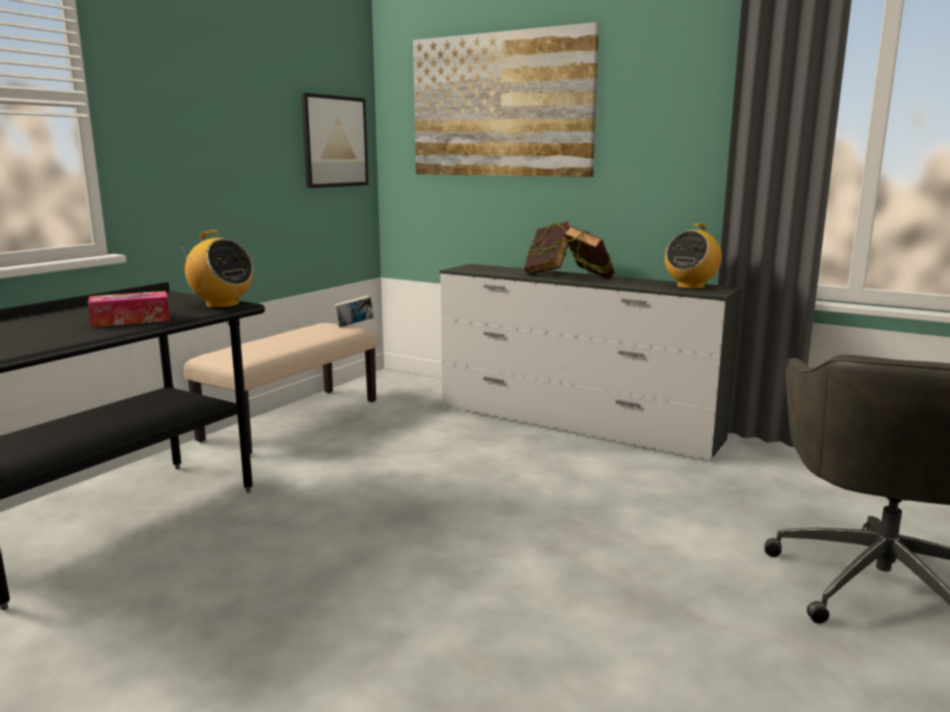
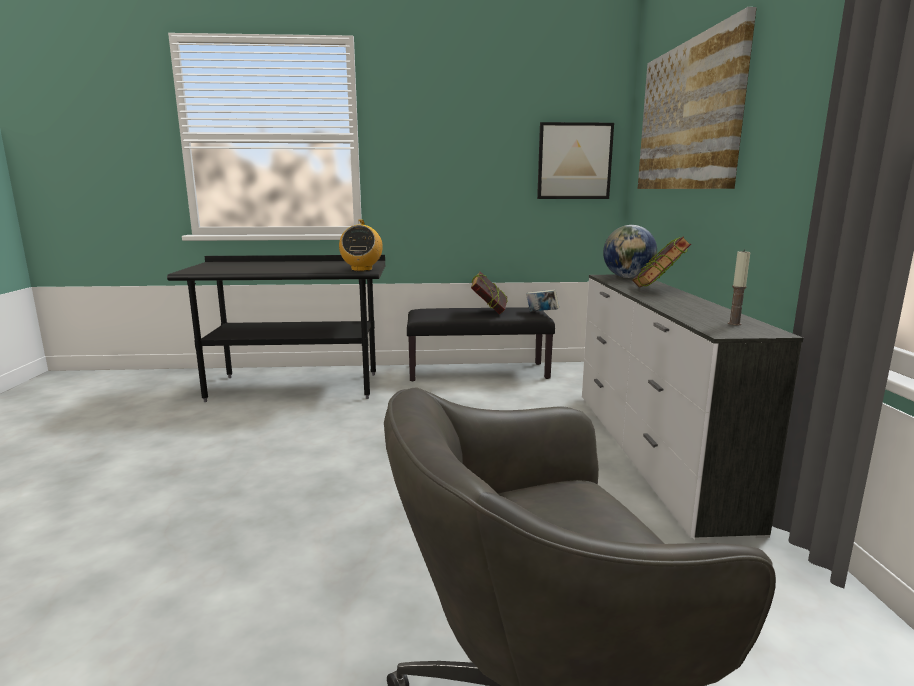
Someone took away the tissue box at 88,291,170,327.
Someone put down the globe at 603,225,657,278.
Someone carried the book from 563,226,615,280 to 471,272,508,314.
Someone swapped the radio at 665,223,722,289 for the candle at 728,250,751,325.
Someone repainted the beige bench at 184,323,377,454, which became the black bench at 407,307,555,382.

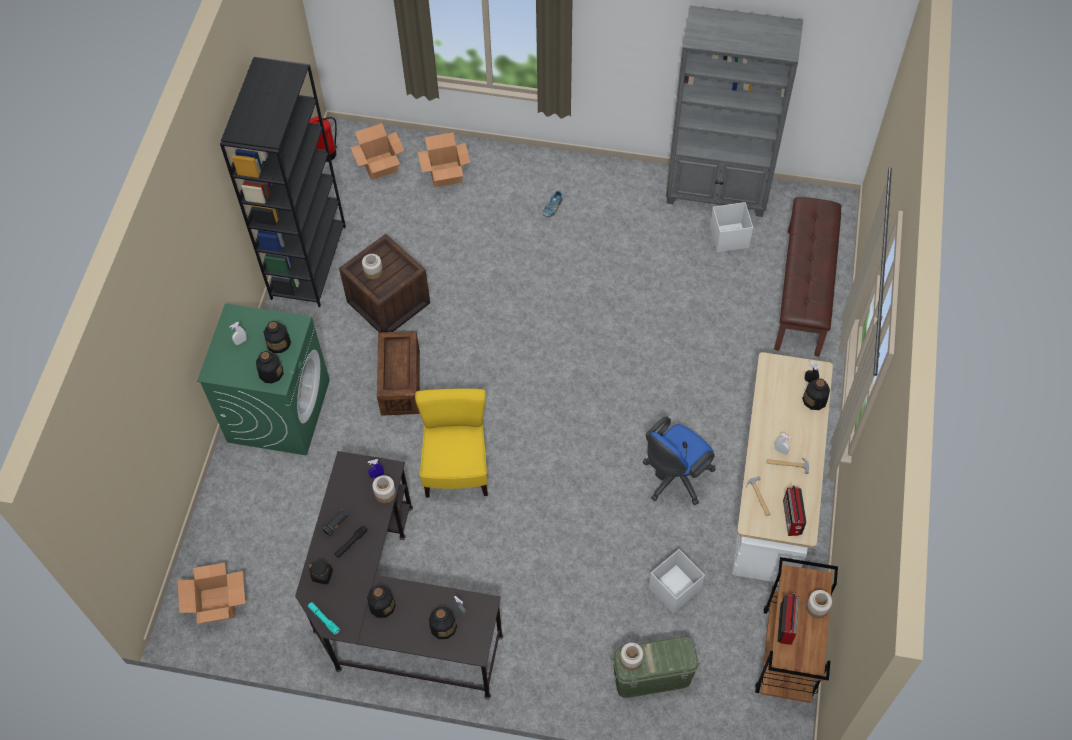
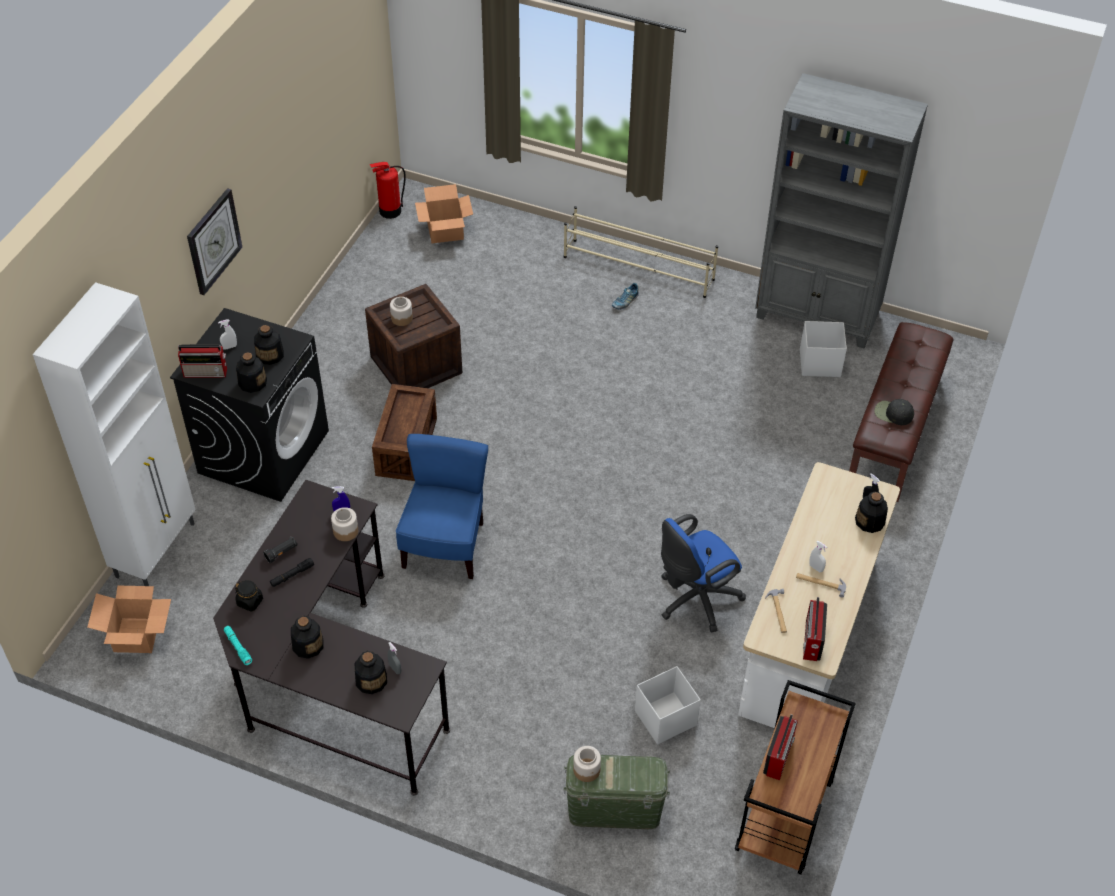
Someone took away the black bookcase at 220,57,346,307.
Someone took away the cardboard box at 418,132,470,187.
Someone took away the jar at 806,590,832,619.
Someone put down the white cabinet at 33,282,196,586.
Someone put down the radio at 178,344,227,378.
Someone put up the wall clock at 187,188,243,295.
Someone put down the beige shoe rack at 564,206,718,298.
Someone put down the black cap at 874,399,914,425.
Someone repainted the green washing machine at 197,303,330,455, which became the black washing machine at 170,308,329,502.
Someone repainted the yellow chair at 415,388,488,497, which became the blue chair at 396,434,488,579.

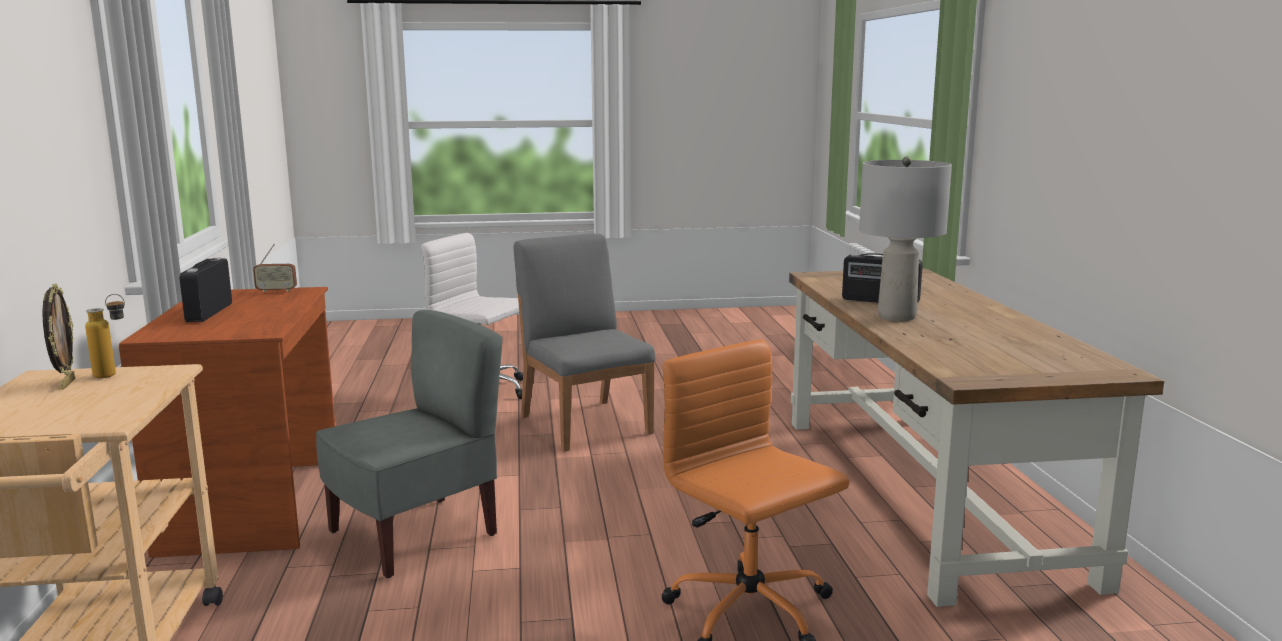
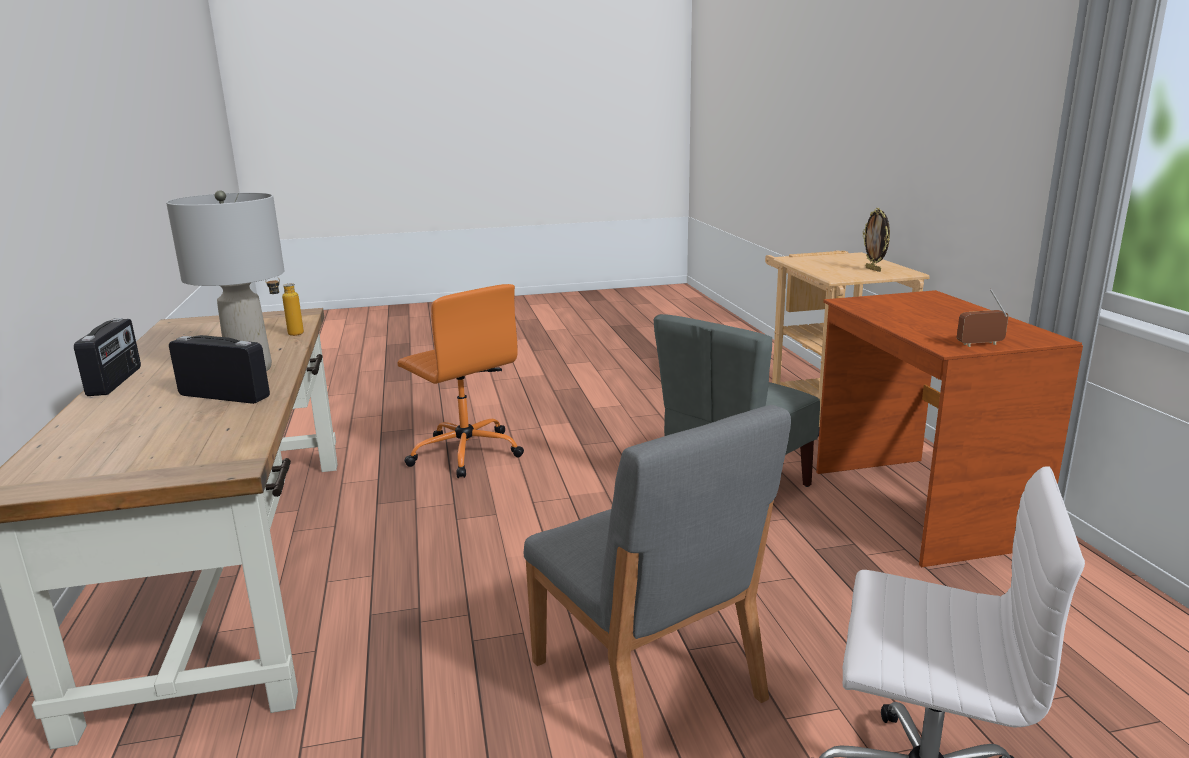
Someone carried the bottle from 85,294,125,378 to 265,276,304,336.
Someone carried the radio from 179,258,232,322 to 74,318,141,396.

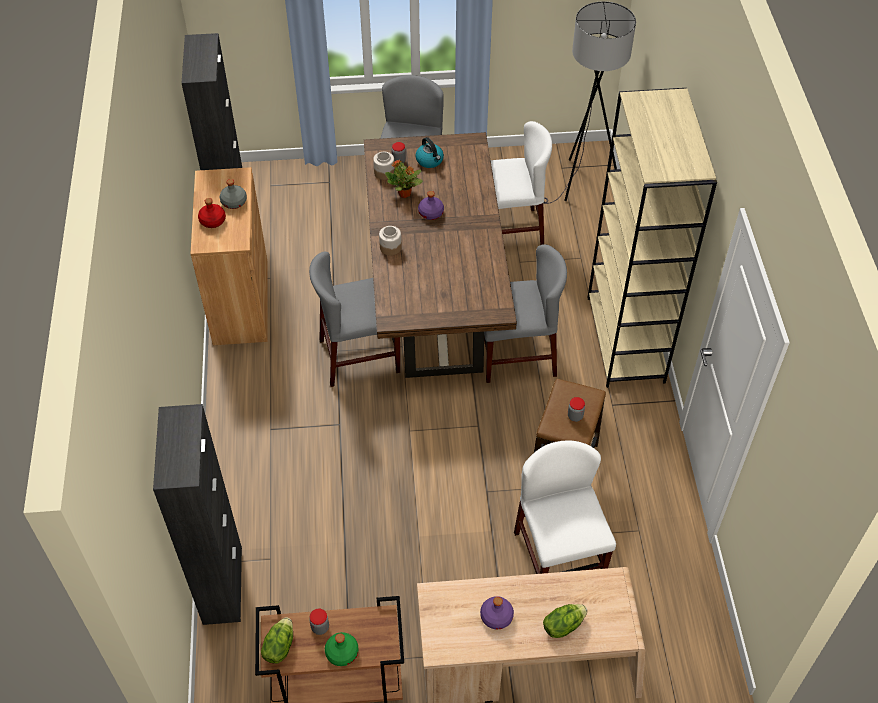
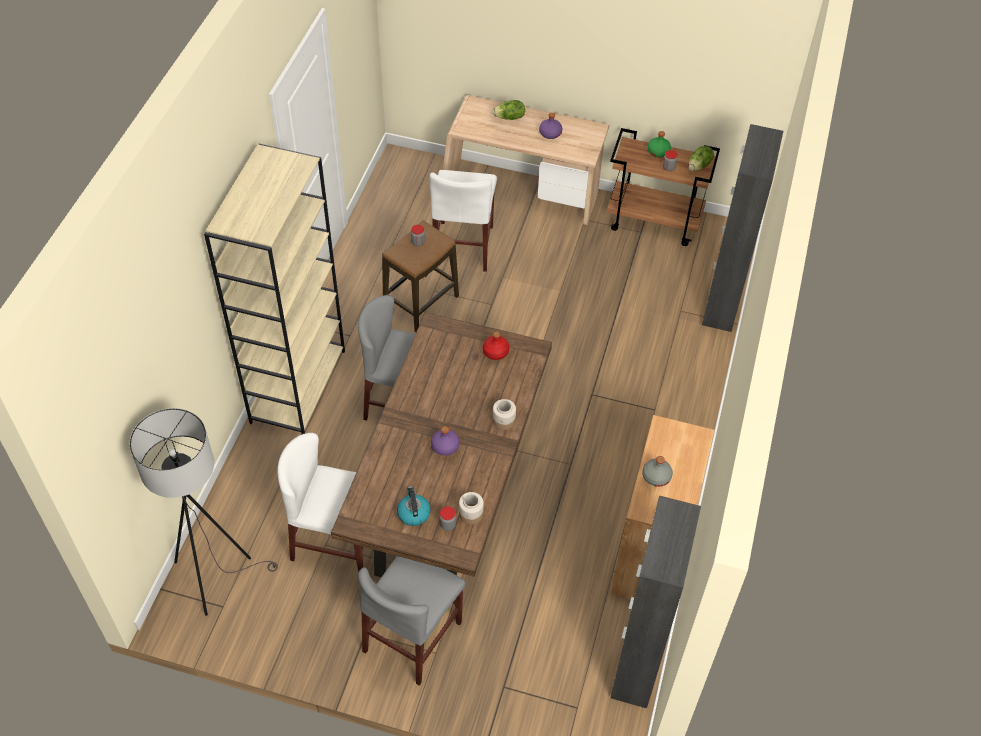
Someone took away the grey chair at 309,252,400,387.
Someone took away the potted plant at 385,160,423,198.
Someone carried the red bottle from 198,198,226,228 to 483,331,509,360.

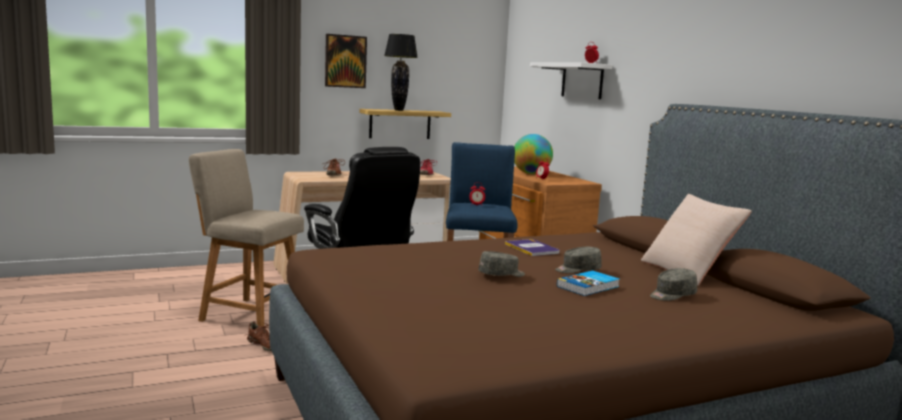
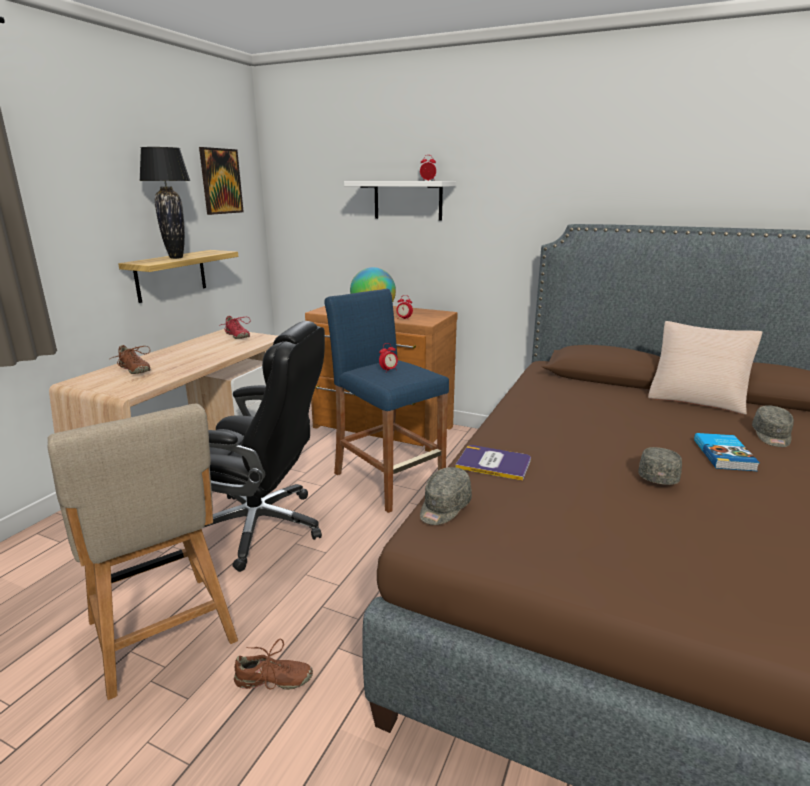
Someone carried the picture from 325,34,367,88 to 199,147,244,215.
Someone carried the book from 505,239,559,256 to 455,445,531,481.
Someone carried the grey cap from 555,247,602,273 to 420,467,472,525.
Someone rotated the beige chair at 189,149,304,326 by 105 degrees counterclockwise.

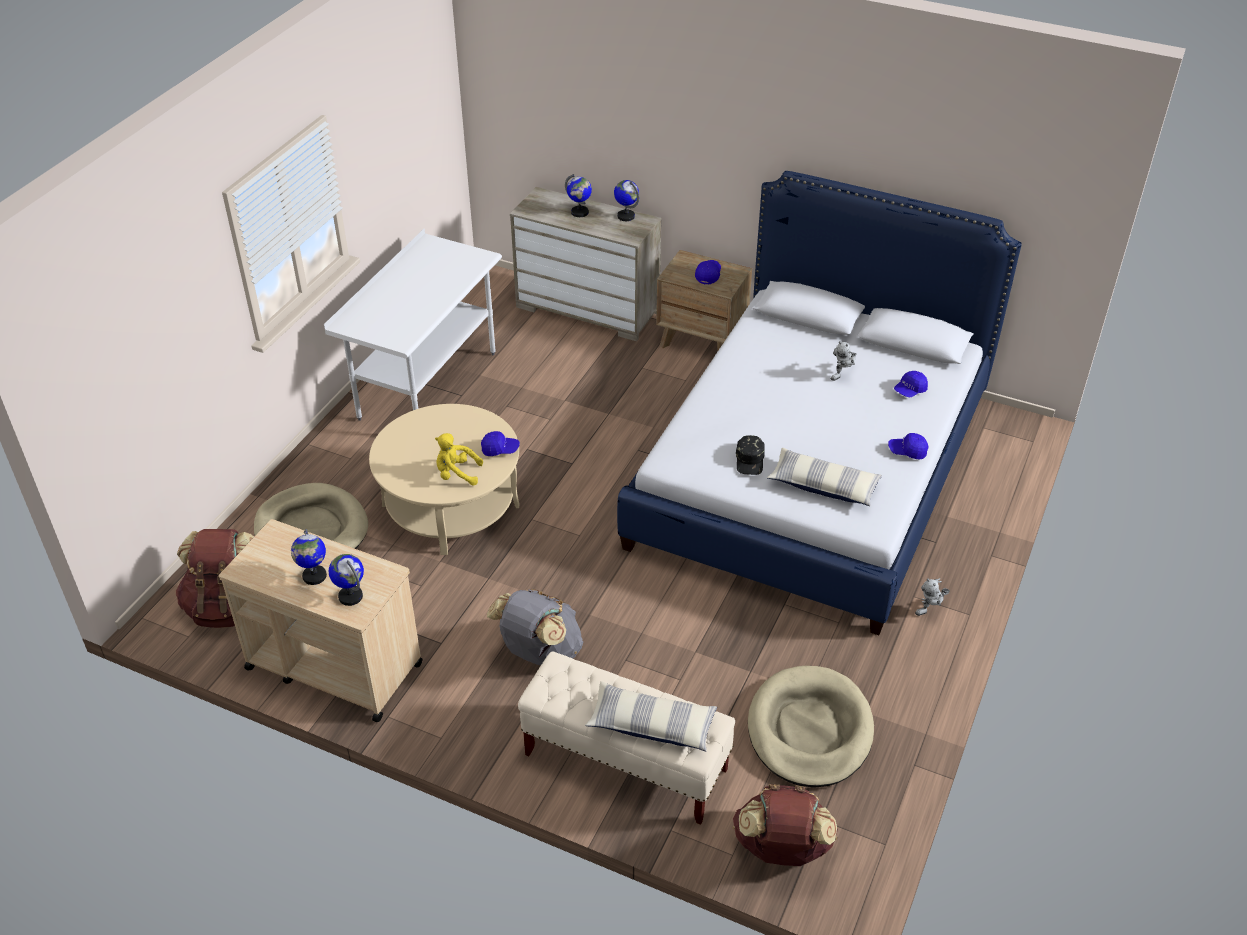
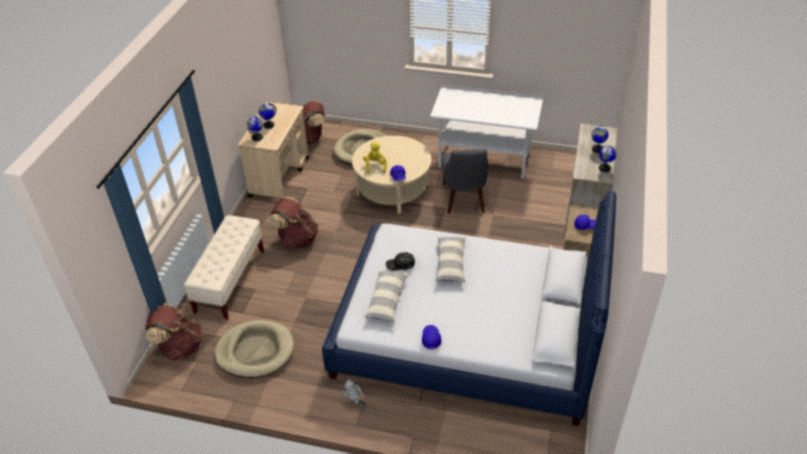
Someone took away the toy robot at 831,341,857,381.
Someone took away the blue cap at 894,371,928,397.
Someone put down the grey chair at 442,149,488,214.
Someone carried the pillow from 585,681,717,751 to 436,236,467,282.
Someone repainted the grey backpack at 487,589,583,665, which became the brown backpack at 269,197,318,249.

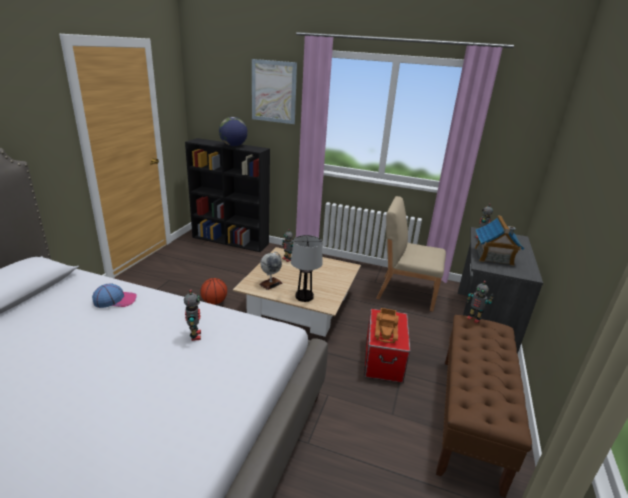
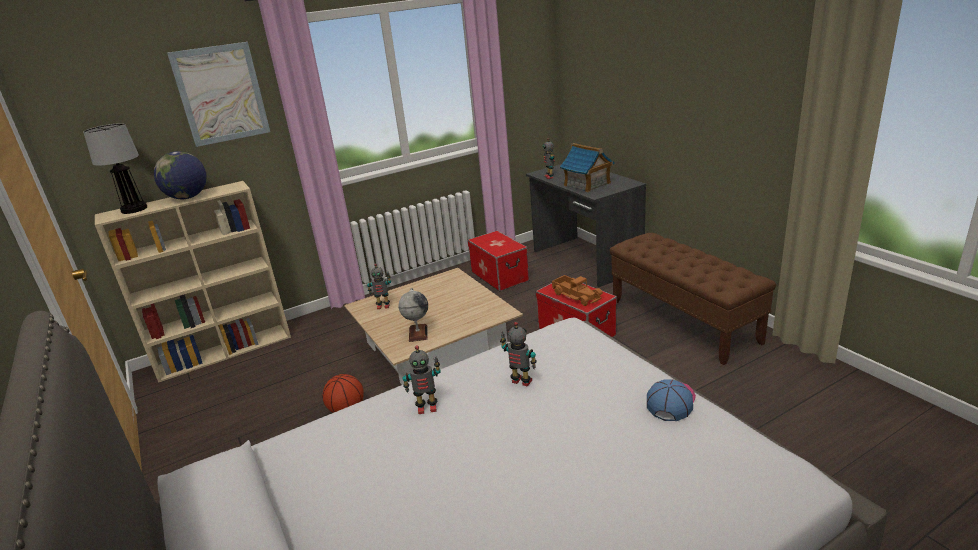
Someone carried the cap from 92,283,137,308 to 647,379,696,421.
Someone carried the table lamp from 291,235,323,302 to 83,123,147,214.
Someone carried the toy robot from 467,281,493,323 to 402,346,441,414.
Someone swapped the beige chair at 376,196,446,312 for the storage box at 467,231,529,291.
Someone repainted the black bookcase at 185,138,270,252, which became the beige bookcase at 95,181,291,383.

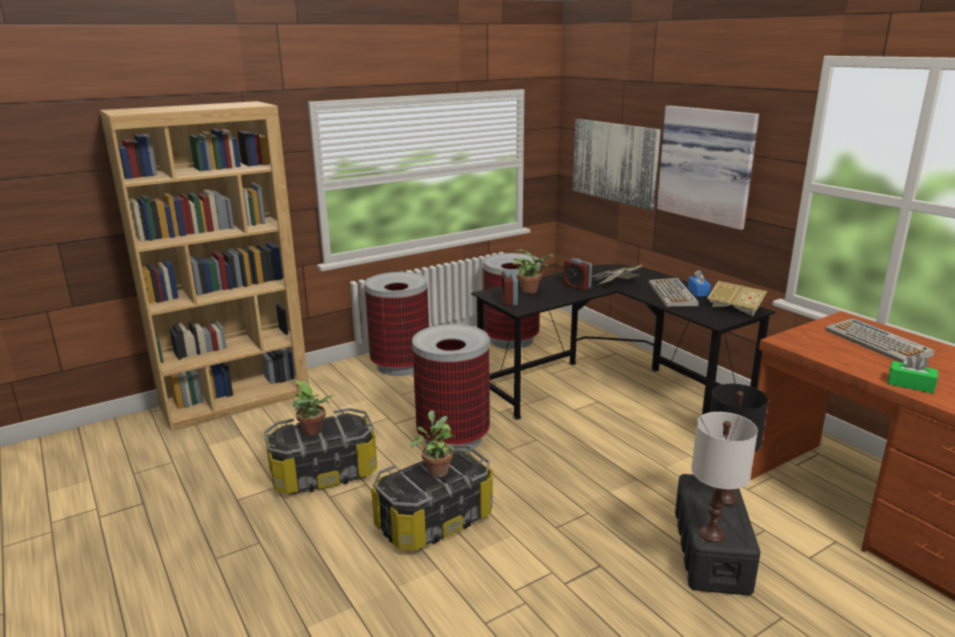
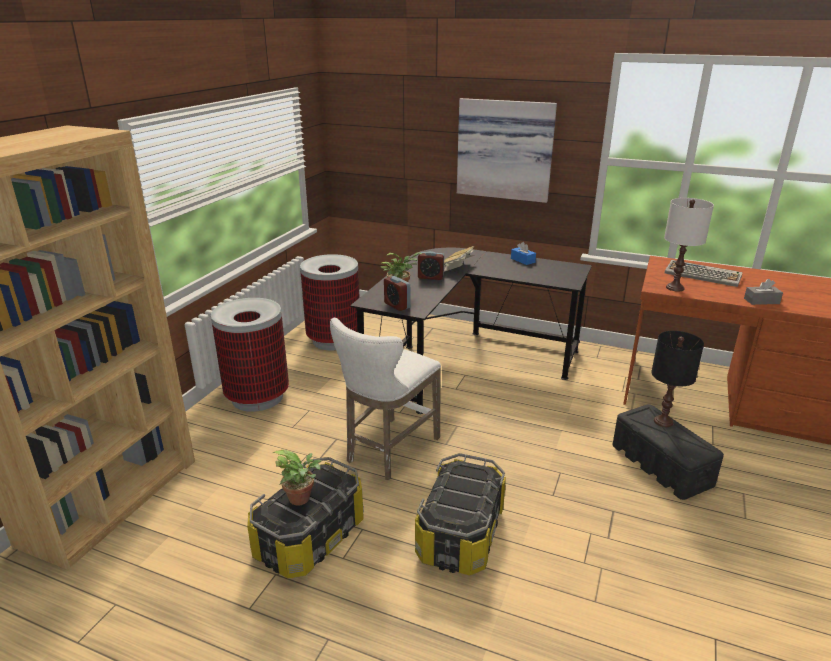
Someone took away the potted plant at 410,410,455,477.
Someone took away the picture at 573,119,661,210.
Someone took away the keyboard at 649,278,699,307.
Someone took away the book at 707,281,767,316.
Someone carried the white table lamp from 691,412,758,543 to 664,198,714,292.
Someone swapped the trash can at 412,324,490,452 for the white stool at 330,318,441,480.
Someone repainted the green tissue box at 887,354,938,394, which became the grey tissue box at 744,279,783,305.

